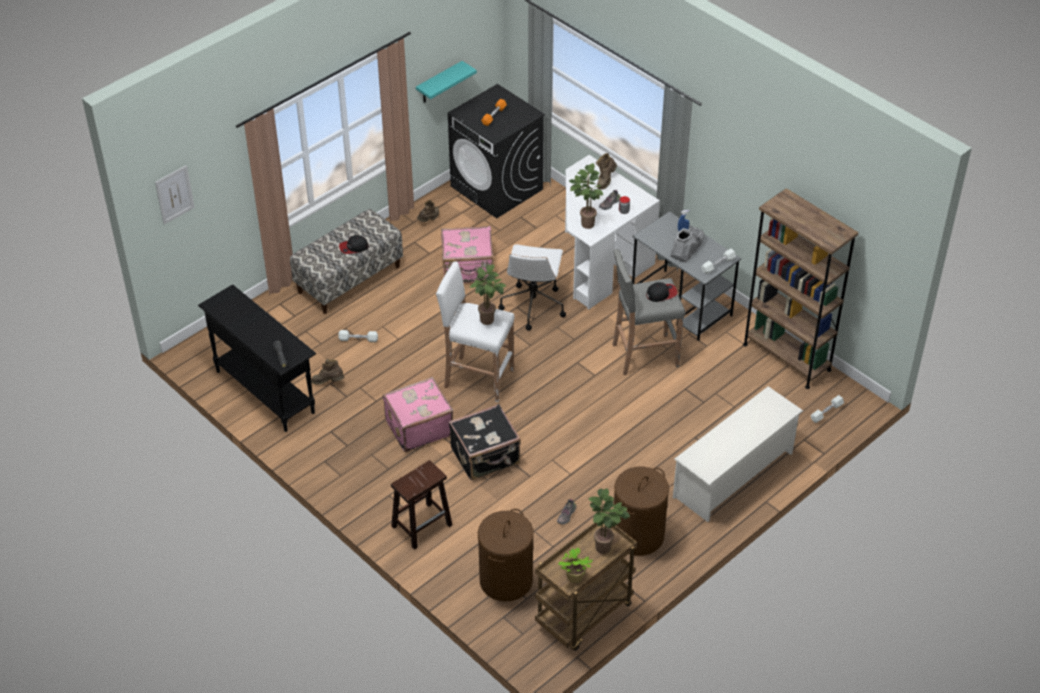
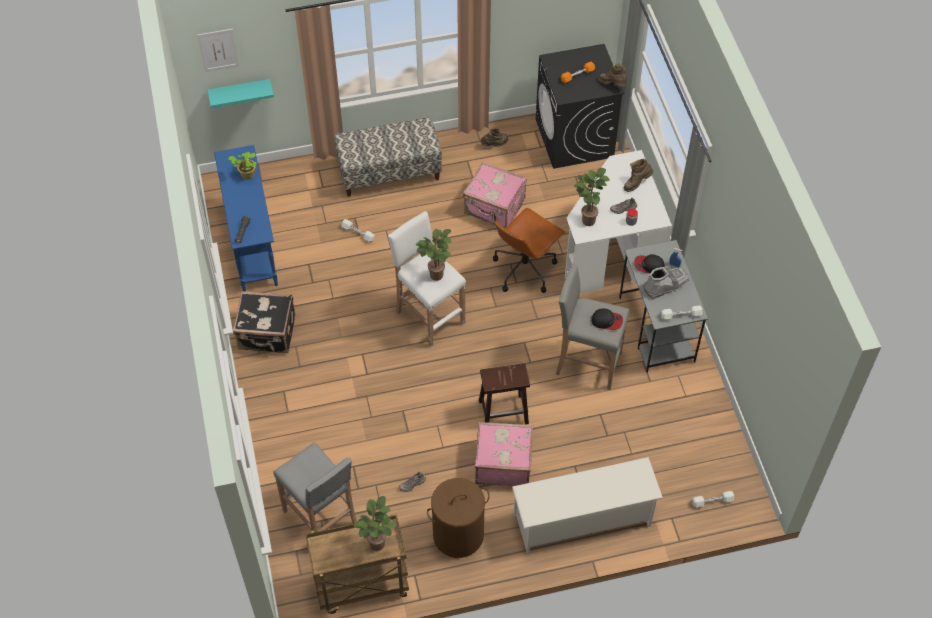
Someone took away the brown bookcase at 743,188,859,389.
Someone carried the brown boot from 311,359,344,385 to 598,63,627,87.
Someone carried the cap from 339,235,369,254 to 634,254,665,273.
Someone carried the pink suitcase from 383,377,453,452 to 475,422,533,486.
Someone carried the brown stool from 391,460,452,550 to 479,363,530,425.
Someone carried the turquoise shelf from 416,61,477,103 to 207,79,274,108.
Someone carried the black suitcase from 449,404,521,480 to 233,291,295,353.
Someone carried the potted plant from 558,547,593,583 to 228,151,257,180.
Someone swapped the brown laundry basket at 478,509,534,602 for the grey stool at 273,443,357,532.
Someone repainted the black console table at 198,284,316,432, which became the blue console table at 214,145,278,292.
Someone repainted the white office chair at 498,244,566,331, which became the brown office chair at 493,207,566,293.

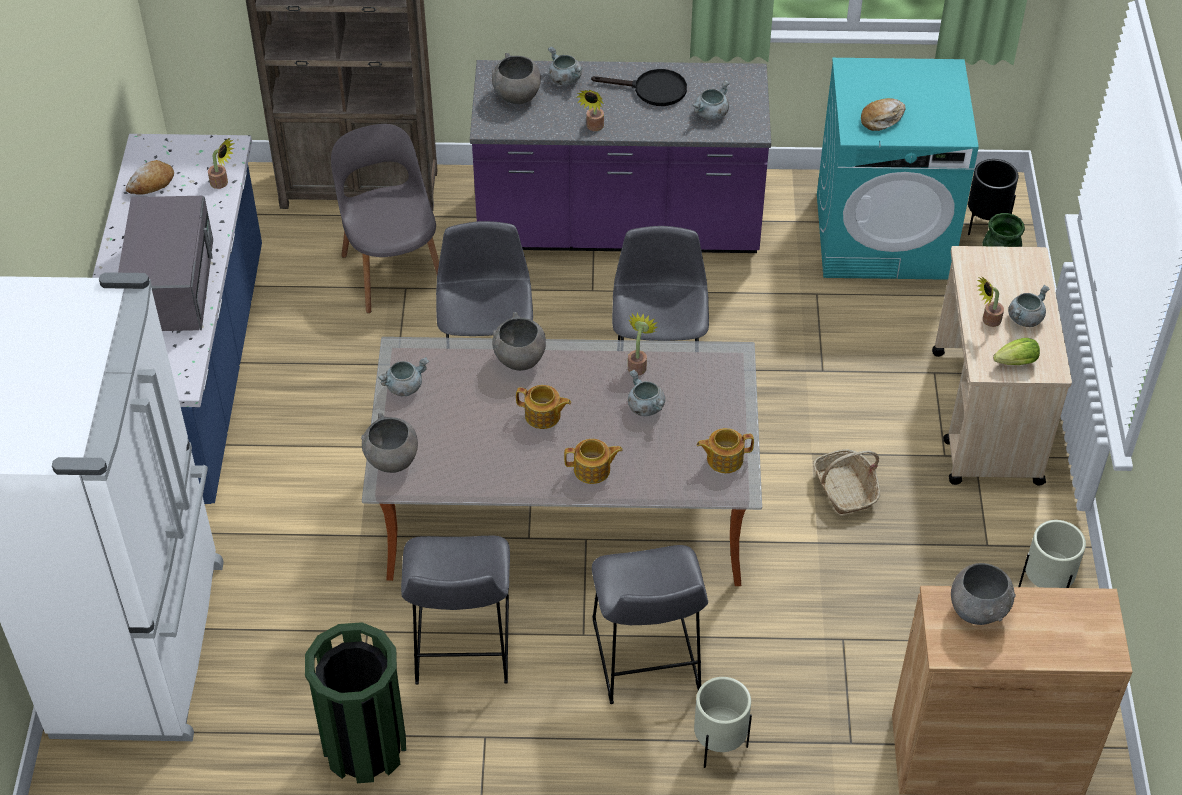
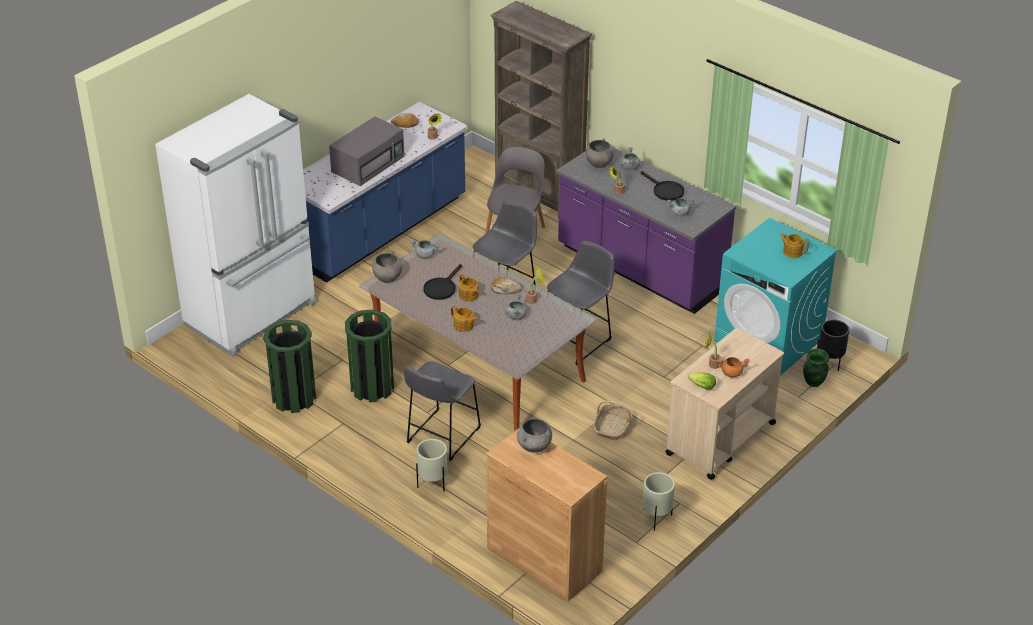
Someone took away the grey bowl at 492,312,546,371.
Someone put down the black frying pan at 423,264,462,300.
Someone carried the teapot from 697,428,754,473 to 780,233,809,258.
Someone carried the bread from 861,98,906,131 to 491,277,522,294.
Someone swapped the grey stool at 401,536,510,685 for the green trash can at 345,310,394,402.
Someone repainted the grey cooking pot at 1008,285,1050,327, which became the orange cooking pot at 718,357,750,377.

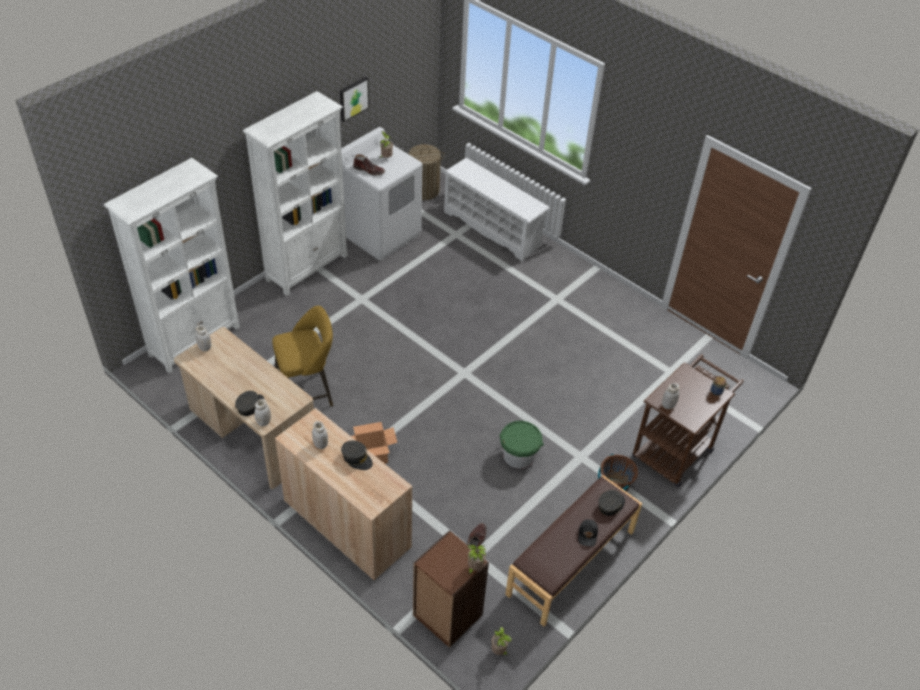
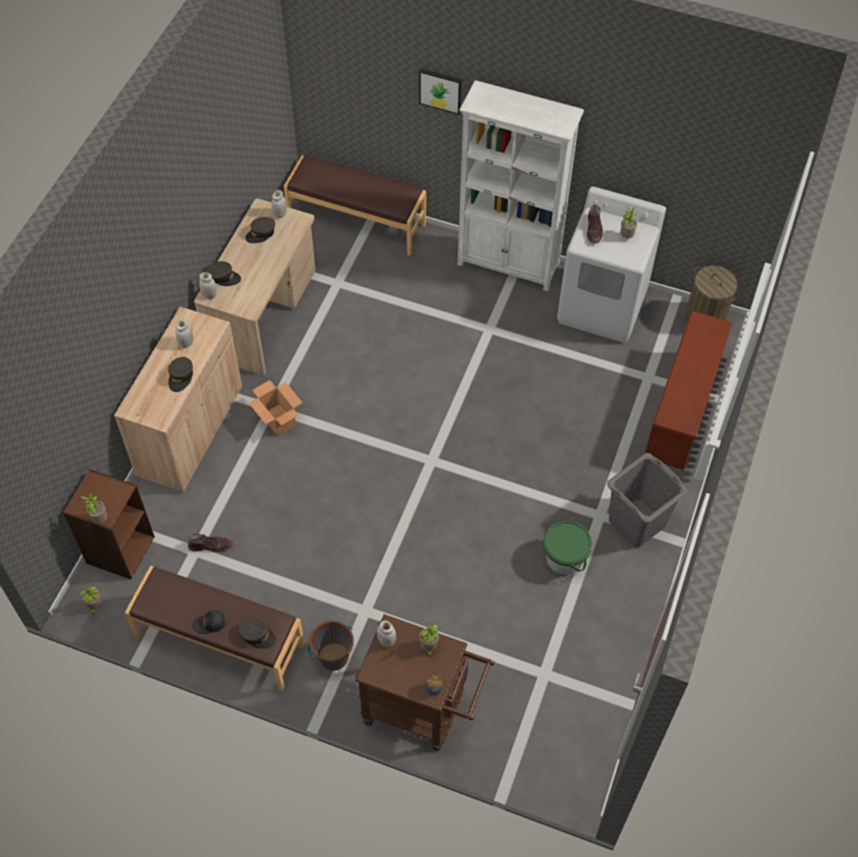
Someone took away the yellow stool at 272,306,333,407.
Someone put down the grey cap at 245,217,275,243.
Someone put down the potted plant at 419,623,439,657.
Someone put down the grey laundry basket at 607,453,688,547.
Someone carried the picture from 340,77,369,122 to 419,68,462,115.
Someone carried the green bucket from 499,421,544,469 to 543,521,592,575.
Someone swapped the white bookcase at 104,158,240,373 for the brown bench at 284,155,426,256.
Someone repainted the white shoe rack at 444,158,550,262, which became the brown shoe rack at 645,310,733,470.

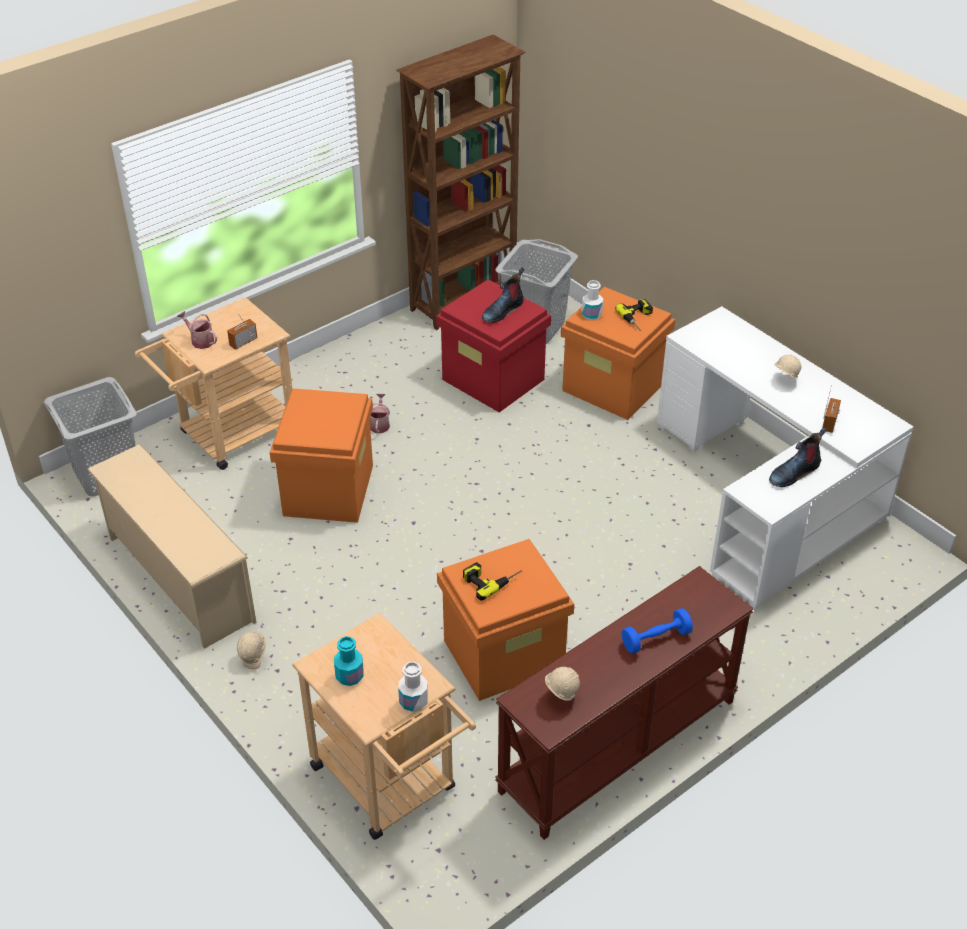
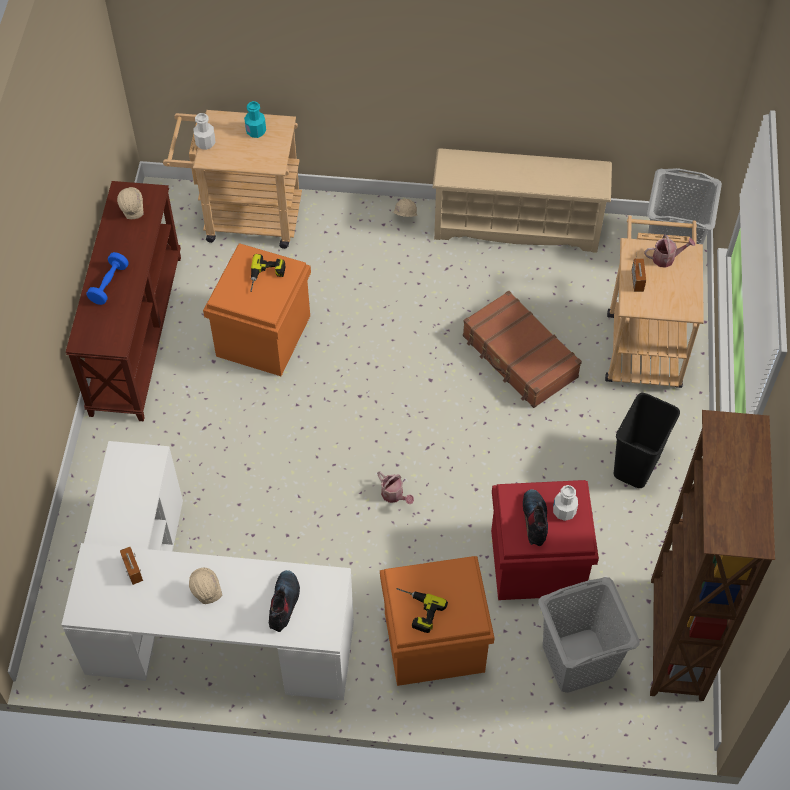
Someone put down the black trash can at 614,393,680,488.
Someone carried the watering can from 370,394,390,433 to 377,472,414,504.
Someone carried the white bottle from 582,280,603,320 to 553,485,578,521.
Someone carried the boot from 769,427,827,487 to 269,570,300,632.
Someone swapped the orange storage box at 270,388,373,523 for the brown suitcase at 463,291,582,408.

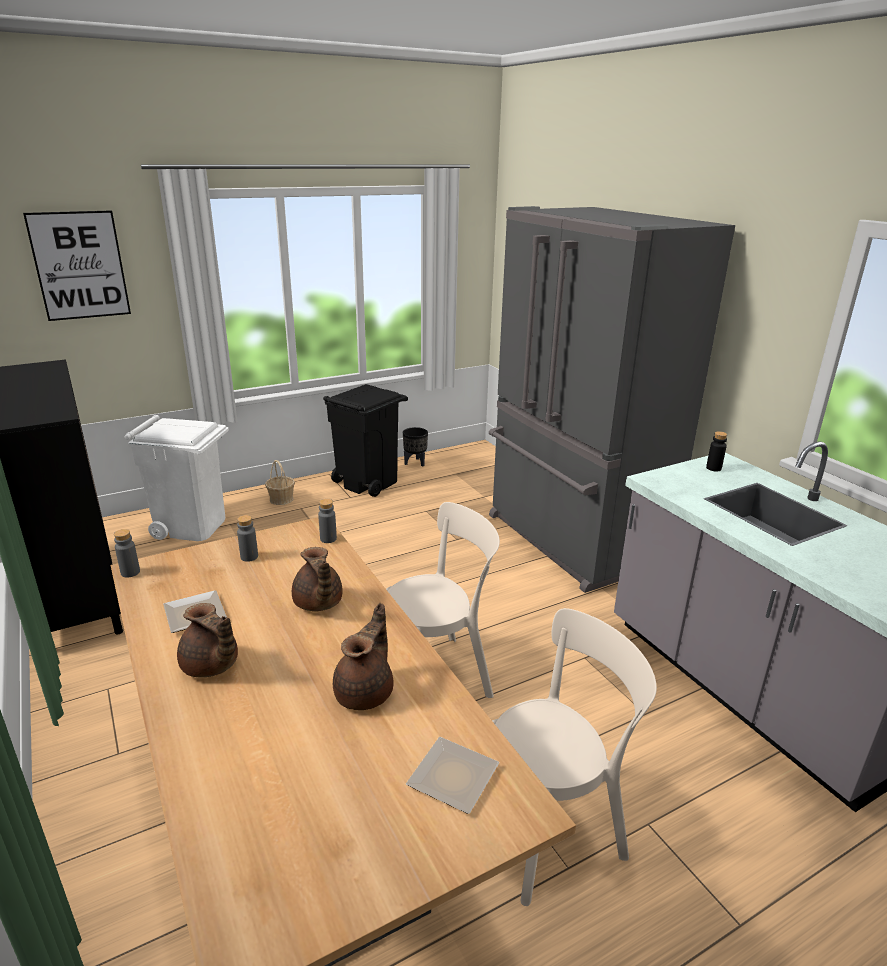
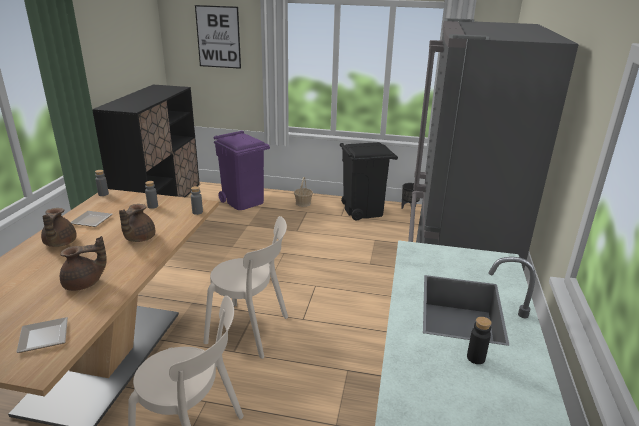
Someone carried the black bottle from 706,431,727,472 to 467,317,492,364.
Someone repainted the white trash can at 125,415,229,541, which became the purple trash can at 214,131,270,210.

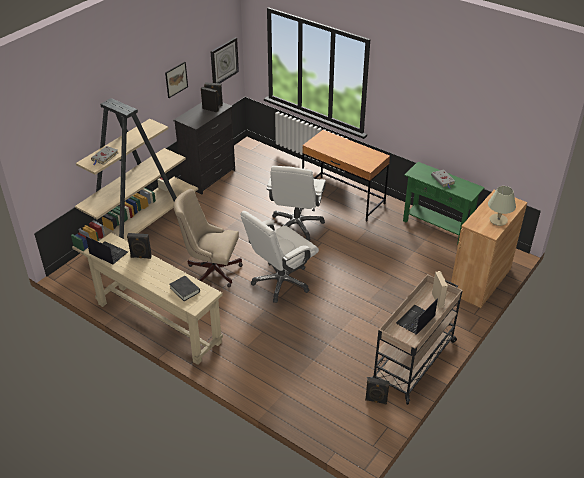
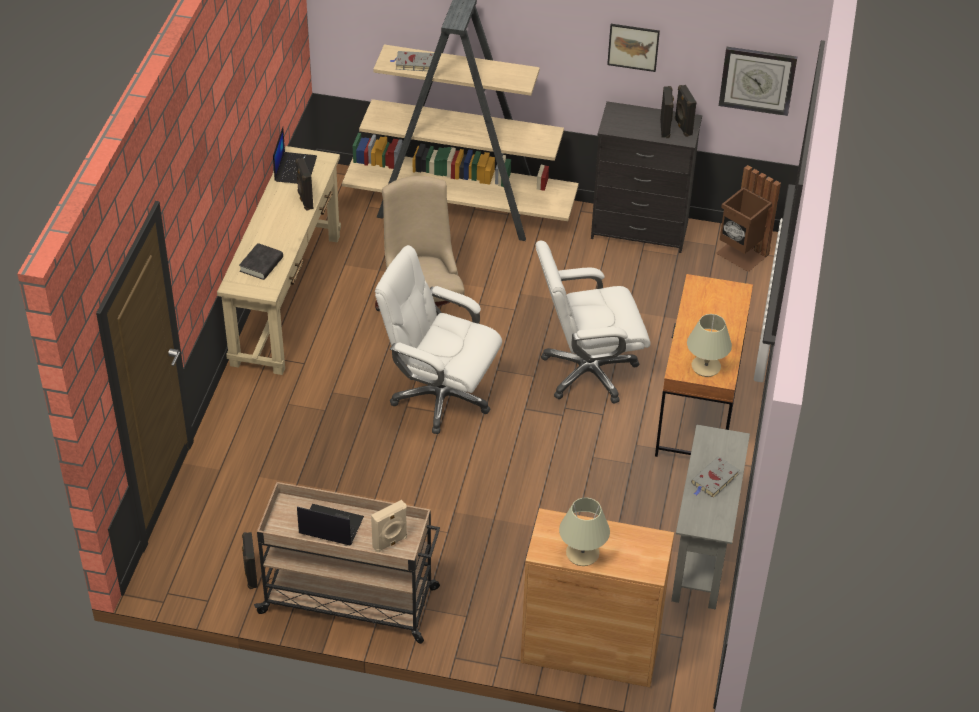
Someone put down the beige table lamp at 687,314,732,377.
Someone put down the brown trash can at 716,165,781,272.
Someone repainted the green console table at 403,162,485,245, which became the grey console table at 671,425,750,609.

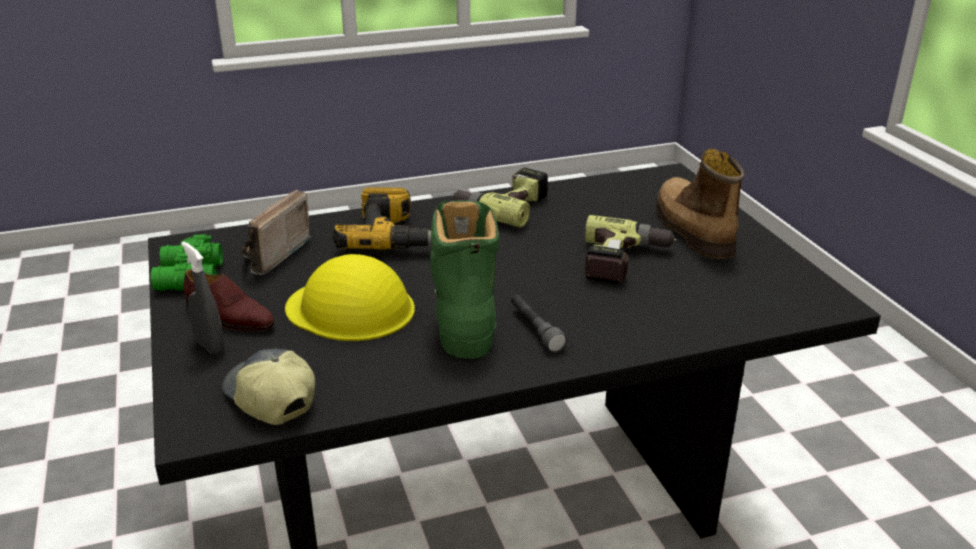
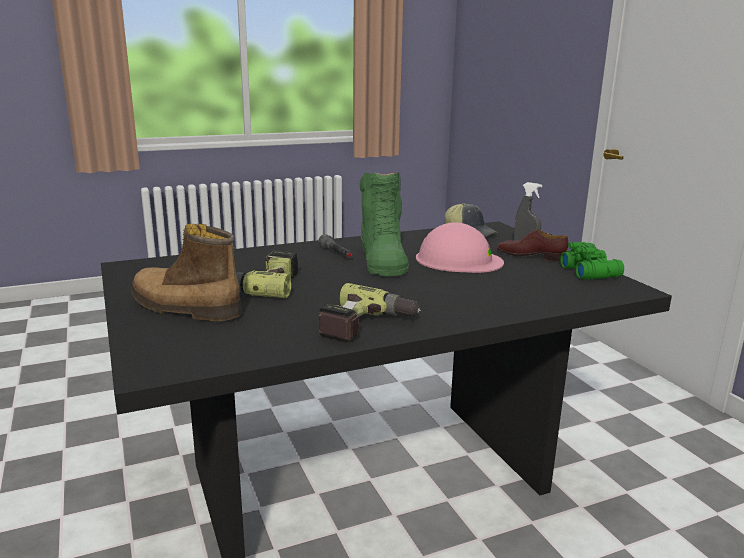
Someone took away the radio at 241,190,311,275.
Someone took away the power drill at 333,187,431,249.
Someone repainted the yellow hard hat at 285,254,415,341, which became the pink hard hat at 416,222,504,273.
Someone rotated the boot at 656,149,744,259 by 135 degrees clockwise.

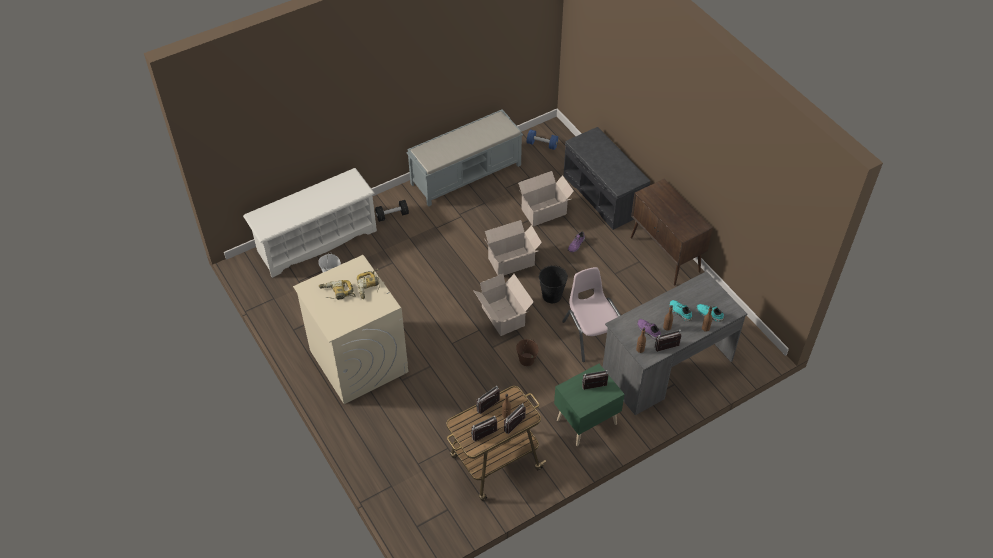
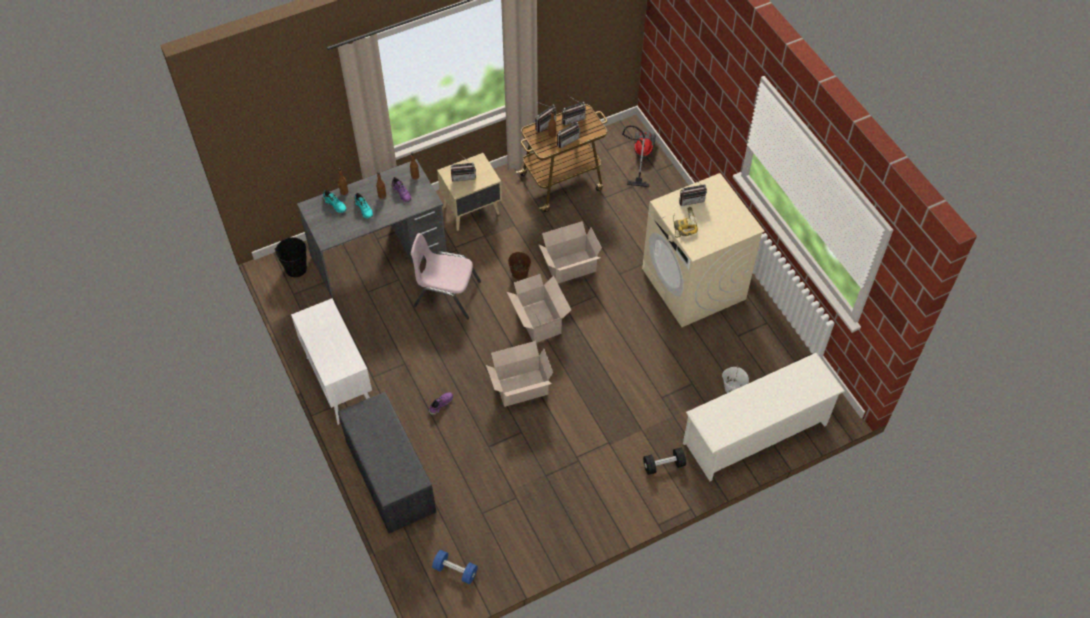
Someone took away the power drill at 319,280,356,300.
Someone took away the grey bench at 406,109,523,207.
Someone put down the vacuum cleaner at 622,125,656,187.
Someone carried the cardboard box from 518,171,574,226 to 538,221,602,283.
Someone carried the black bucket from 538,265,568,303 to 275,237,307,277.
Someone carried the radio from 655,330,682,352 to 679,175,707,206.
Someone repainted the green nightstand at 554,364,625,446, which became the beige nightstand at 437,153,502,231.
Someone repainted the brown cabinet at 631,179,713,285, which became the white cabinet at 291,299,372,425.
Someone rotated the pink chair at 562,267,621,362 by 120 degrees clockwise.

